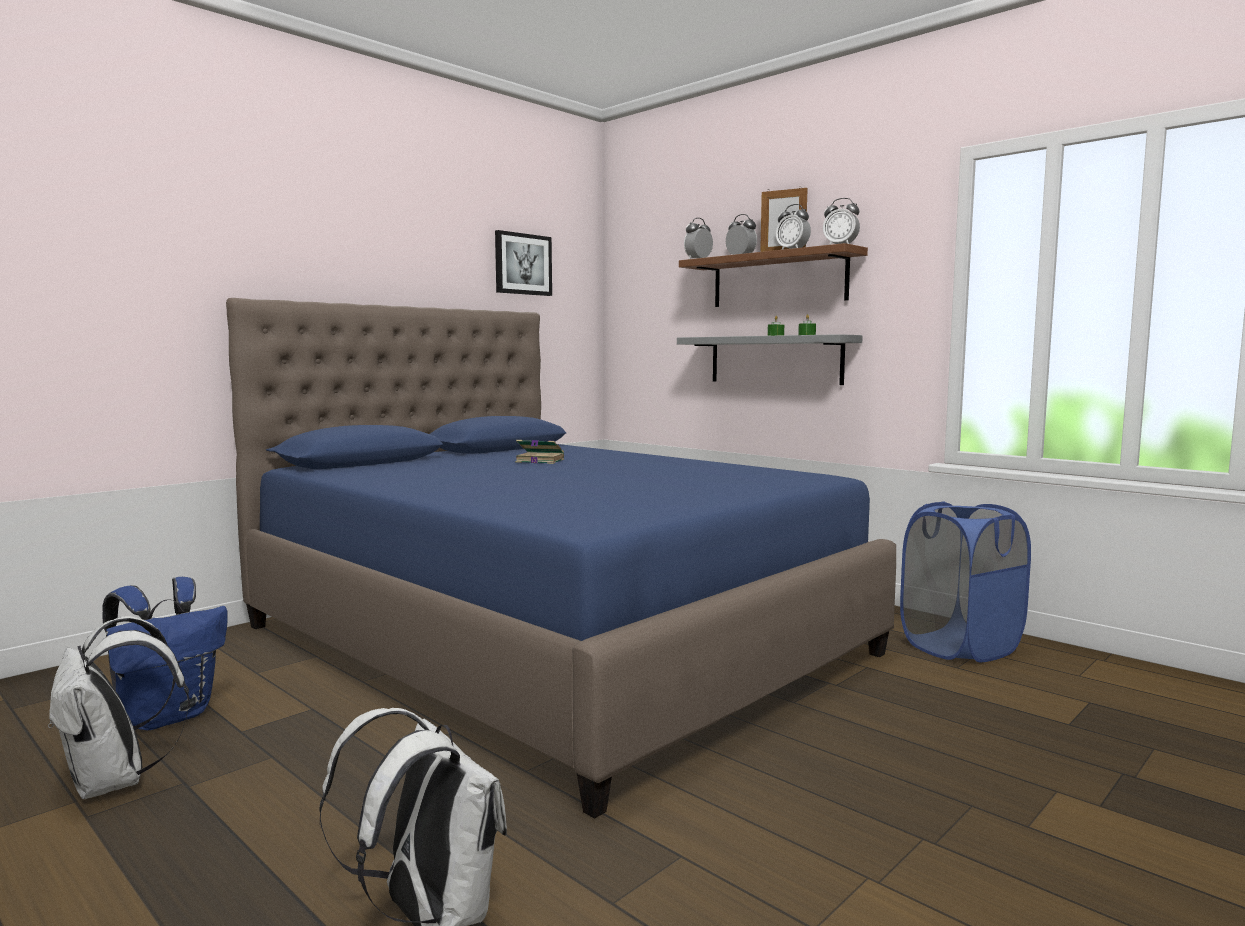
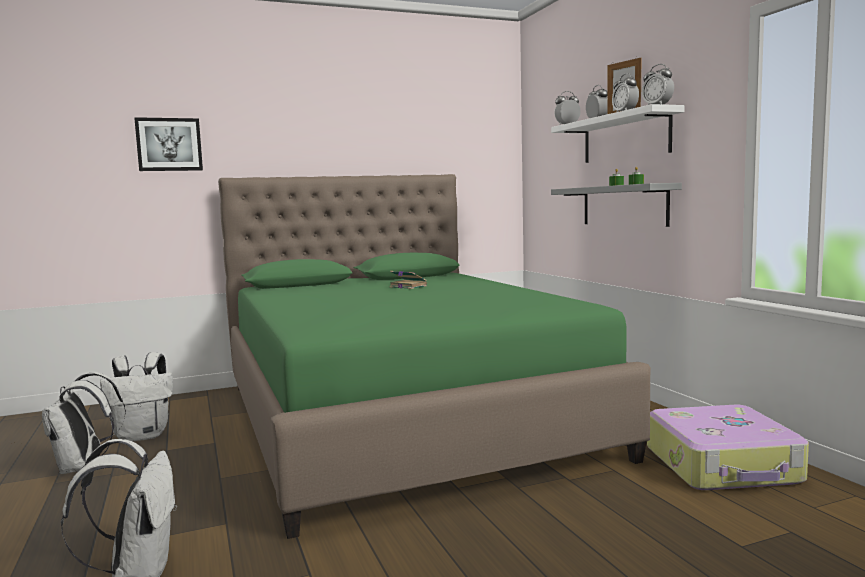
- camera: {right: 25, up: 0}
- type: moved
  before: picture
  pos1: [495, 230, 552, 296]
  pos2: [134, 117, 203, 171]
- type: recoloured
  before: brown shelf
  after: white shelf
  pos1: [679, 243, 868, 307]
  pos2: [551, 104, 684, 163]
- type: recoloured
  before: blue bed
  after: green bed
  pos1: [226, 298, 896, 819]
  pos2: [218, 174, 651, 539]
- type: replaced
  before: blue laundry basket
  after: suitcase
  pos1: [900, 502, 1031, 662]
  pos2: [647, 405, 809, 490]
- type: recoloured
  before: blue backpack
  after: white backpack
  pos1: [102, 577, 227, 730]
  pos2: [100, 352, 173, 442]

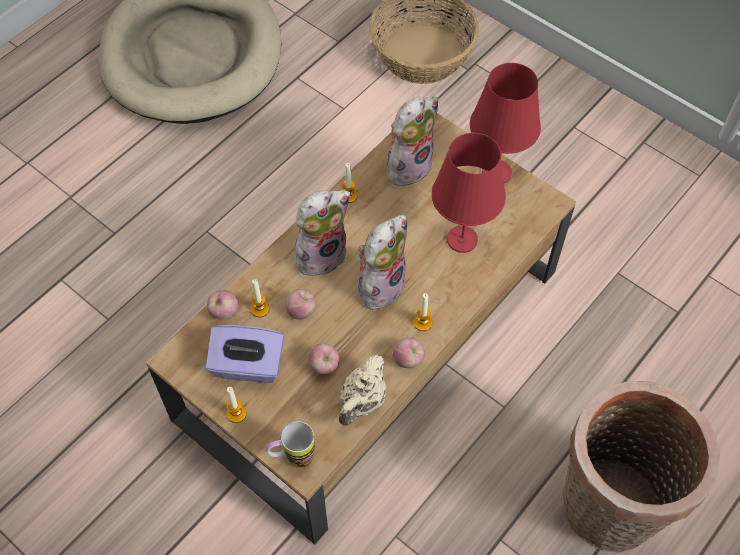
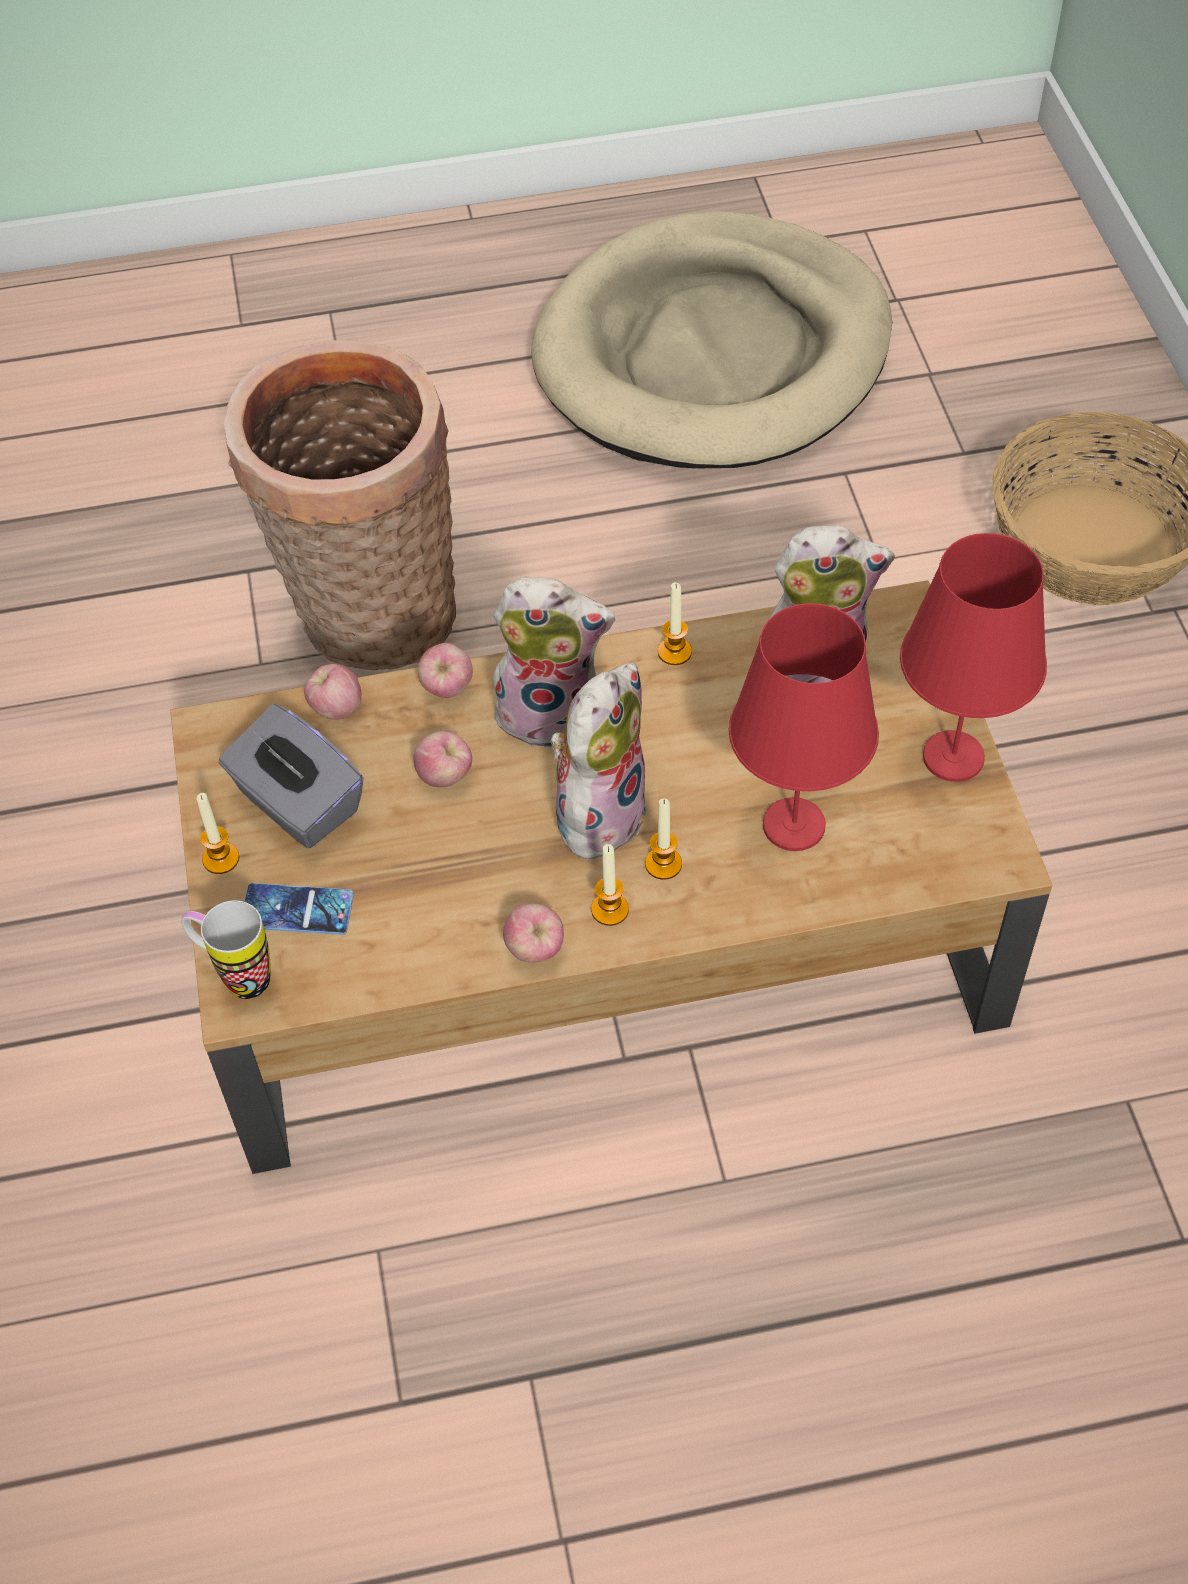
- camera: {right: 40, up: -5}
- type: turned
  before: plush toy
  pos1: [358, 215, 407, 310]
  pos2: [550, 663, 649, 863]
  turn: -45
- type: moved
  before: candle
  pos1: [251, 279, 270, 317]
  pos2: [645, 799, 682, 880]
- type: recoloured
  before: purple tissue box
  after: grey tissue box
  pos1: [206, 325, 284, 383]
  pos2: [219, 704, 364, 848]
- type: moved
  before: apple
  pos1: [308, 344, 339, 374]
  pos2: [418, 643, 473, 698]
- type: removed
  before: beige teapot
  pos1: [339, 355, 386, 426]
- type: moved
  before: basket
  pos1: [562, 381, 720, 553]
  pos2: [224, 340, 456, 670]
- type: added
  after: phone
  pos2: [244, 883, 354, 935]

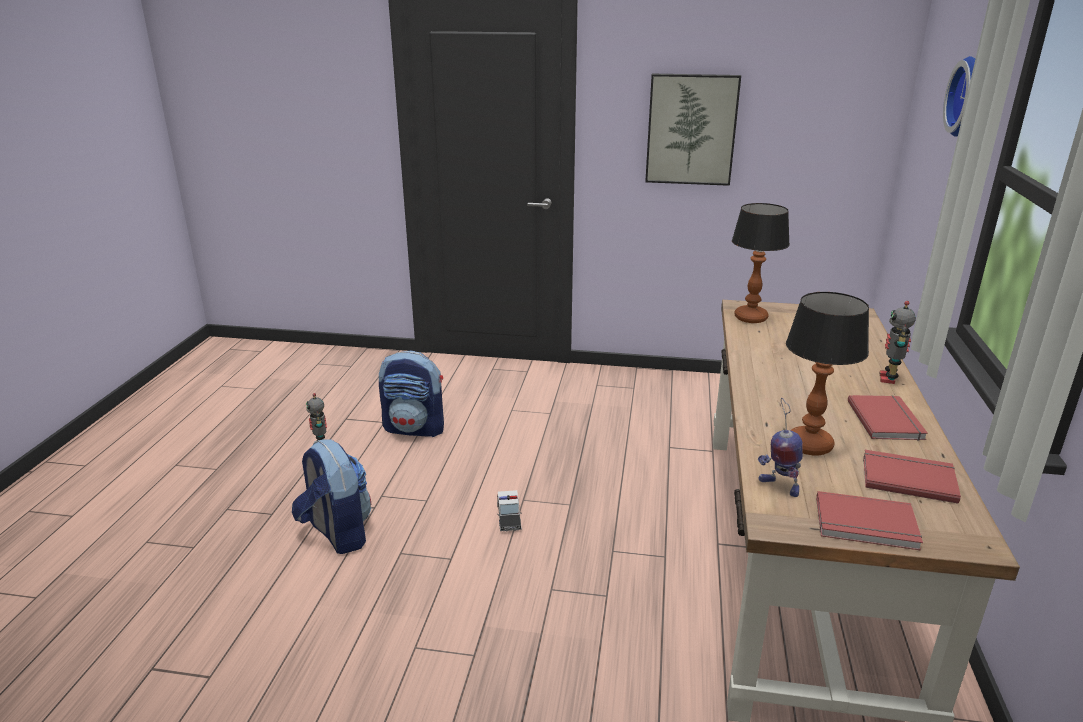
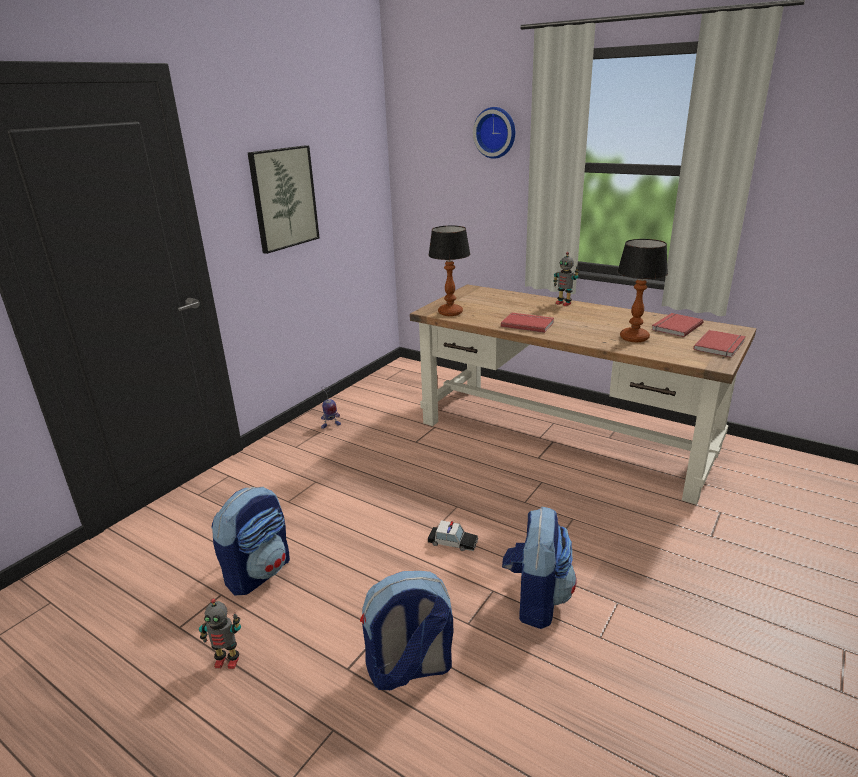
- camera: {right: -65, up: 0}
- type: moved
  before: red book
  pos1: [848, 395, 928, 441]
  pos2: [501, 313, 554, 333]
- type: moved
  before: toy robot
  pos1: [758, 398, 803, 497]
  pos2: [321, 387, 341, 429]
- type: added
  after: backpack
  pos2: [502, 506, 577, 629]

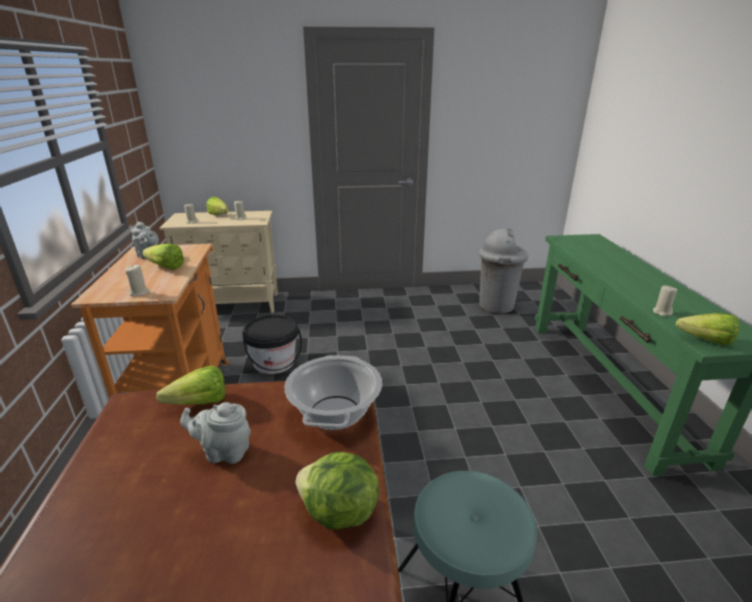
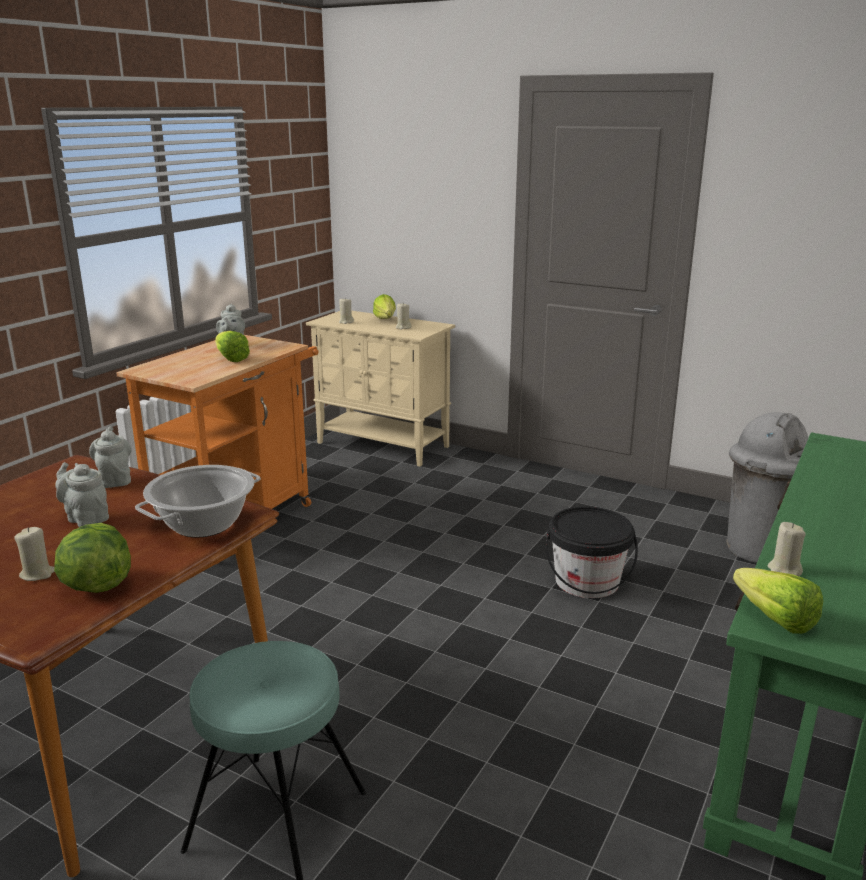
- camera: {right: 35, up: -5}
- type: moved
  before: beige candle
  pos1: [125, 264, 150, 296]
  pos2: [14, 527, 55, 581]
- type: moved
  before: black bucket
  pos1: [242, 315, 302, 374]
  pos2: [546, 506, 638, 598]
- type: replaced
  before: lettuce
  after: grey teapot
  pos1: [156, 366, 225, 405]
  pos2: [89, 427, 132, 488]

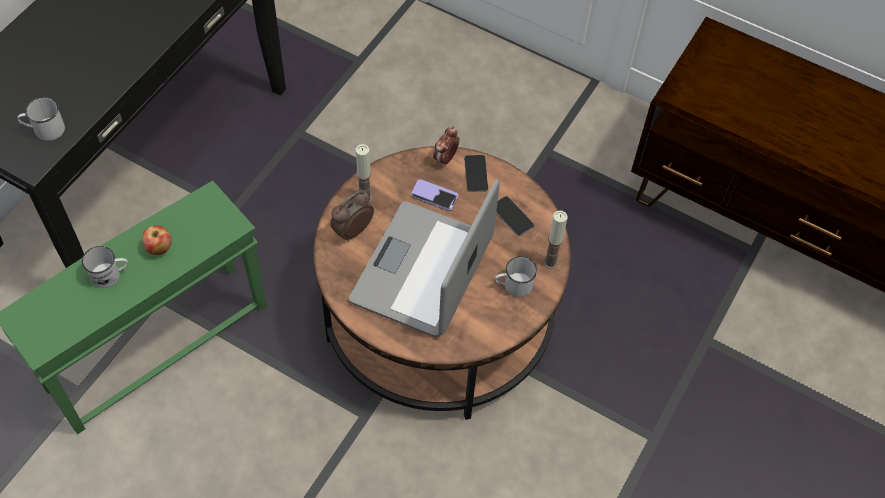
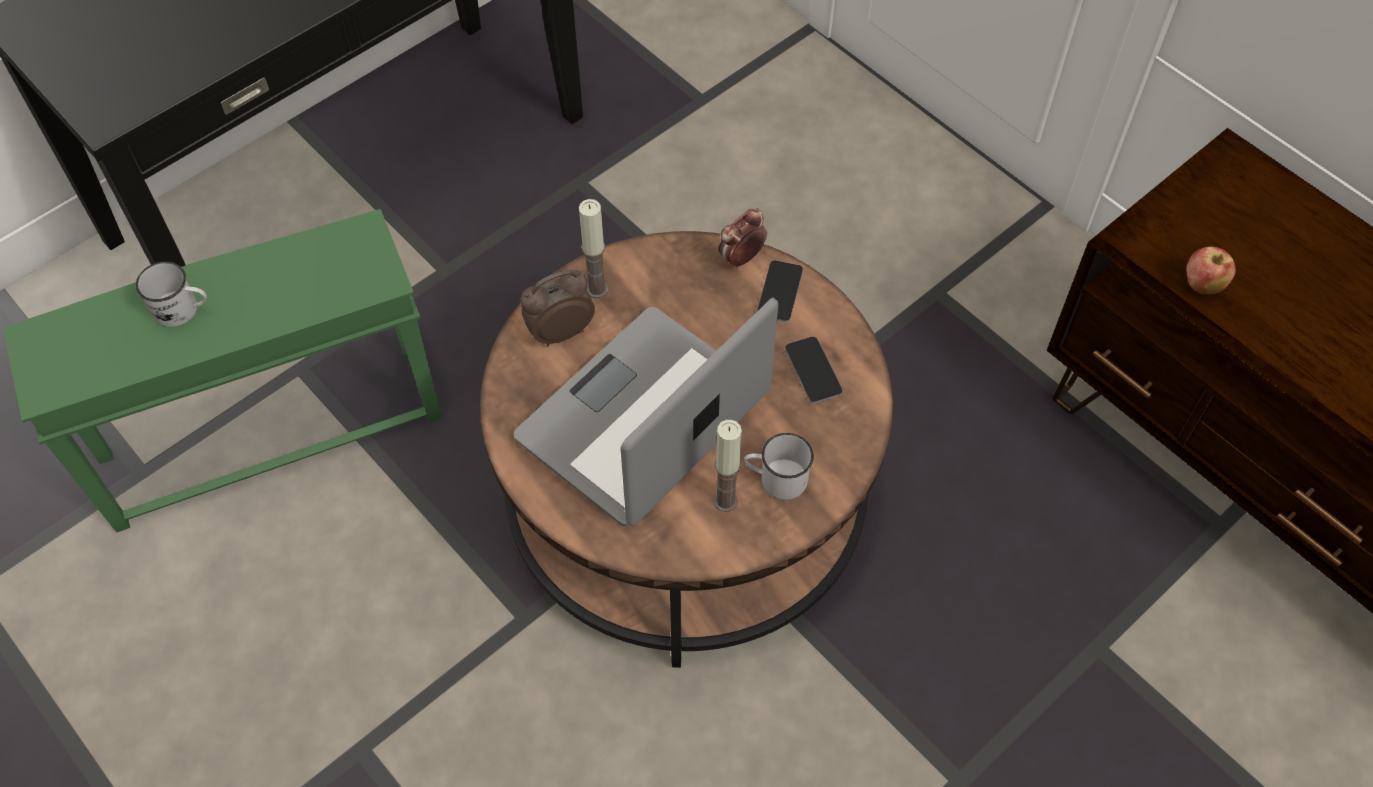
- camera: {right: 20, up: 0}
- type: removed
  before: white mug
  pos1: [17, 97, 65, 141]
- type: removed
  before: phone
  pos1: [411, 179, 458, 211]
- type: moved
  before: candle
  pos1: [543, 210, 567, 269]
  pos2: [714, 420, 742, 512]
- type: moved
  before: apple
  pos1: [142, 225, 172, 255]
  pos2: [1186, 246, 1236, 294]

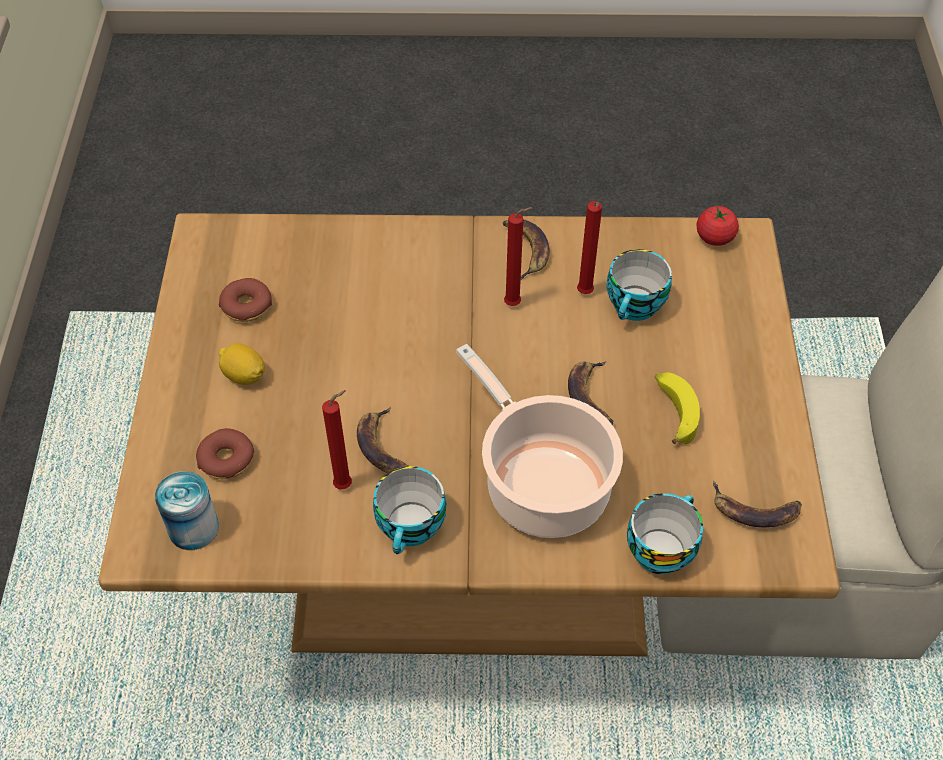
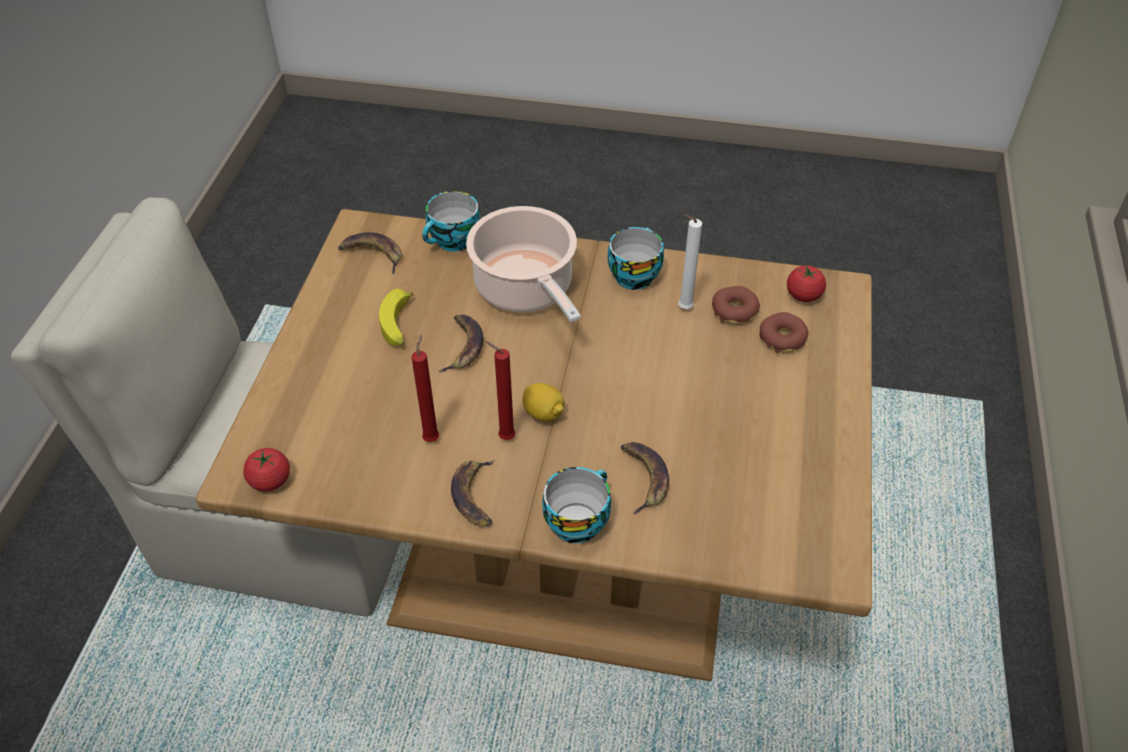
- camera: {right: -170, up: -5}
- type: moved
  before: cup
  pos1: [607, 249, 672, 321]
  pos2: [542, 467, 611, 544]
- type: moved
  before: donut
  pos1: [219, 278, 272, 322]
  pos2: [712, 286, 760, 325]
- type: moved
  before: lemon
  pos1: [218, 343, 265, 385]
  pos2: [522, 383, 564, 422]
- type: recoloured
  before: red candle
  after: white candle
  pos1: [322, 390, 352, 489]
  pos2: [678, 214, 702, 309]
- type: moved
  before: banana
  pos1: [357, 407, 408, 473]
  pos2: [621, 442, 669, 514]
- type: replaced
  before: can
  after: tomato
  pos1: [155, 471, 219, 550]
  pos2: [787, 265, 826, 302]

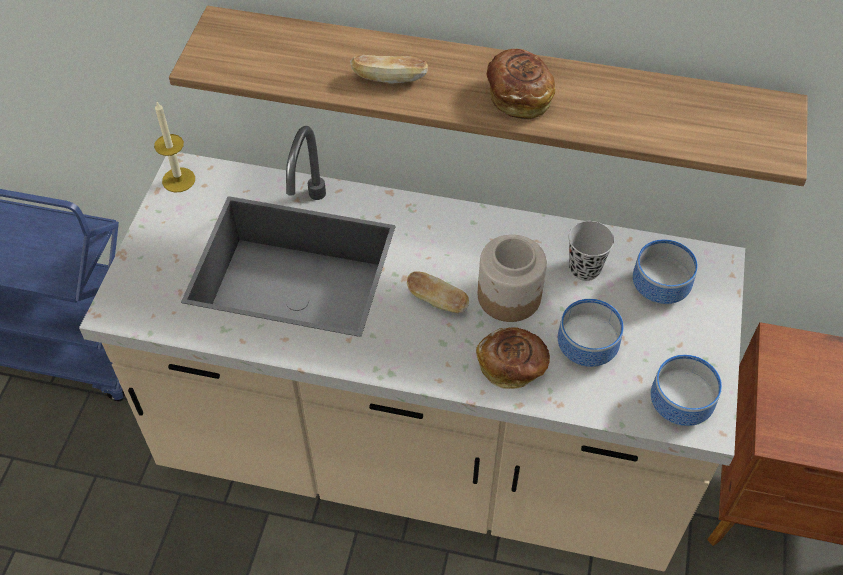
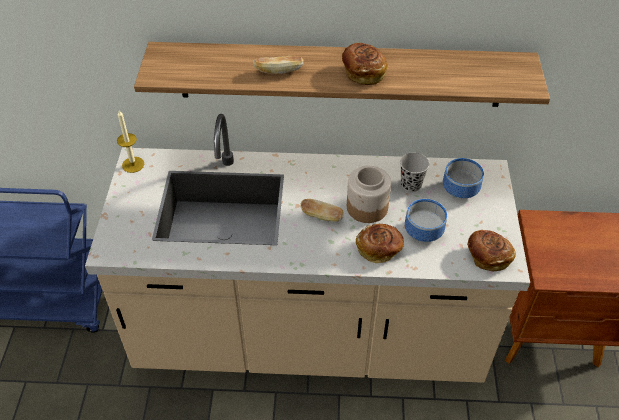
- camera: {right: -10, up: -5}
- type: replaced
  before: bowl
  after: bread
  pos1: [651, 355, 722, 426]
  pos2: [468, 230, 516, 272]

